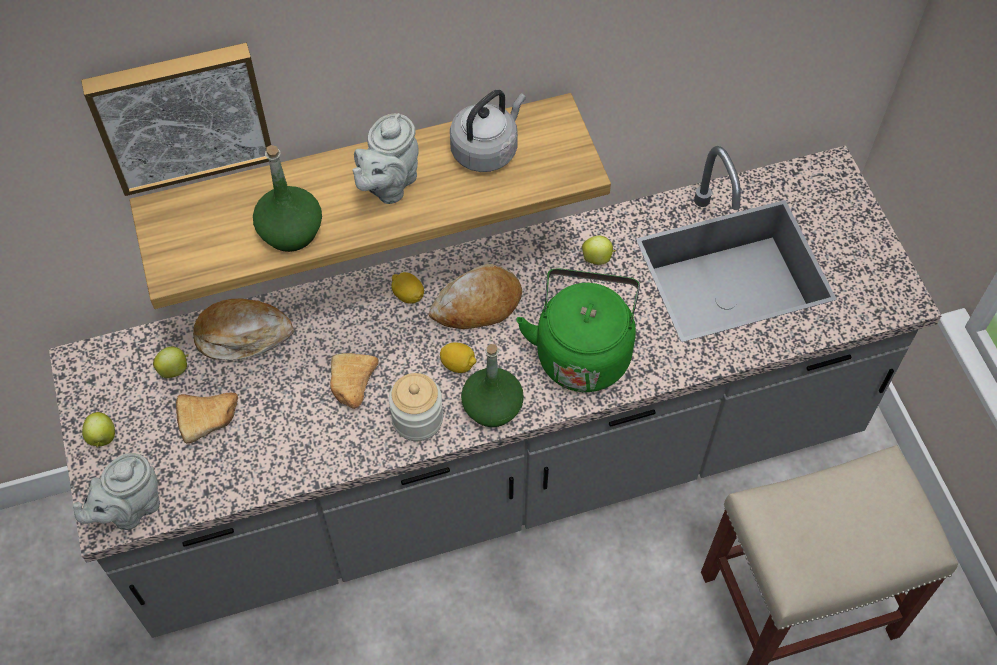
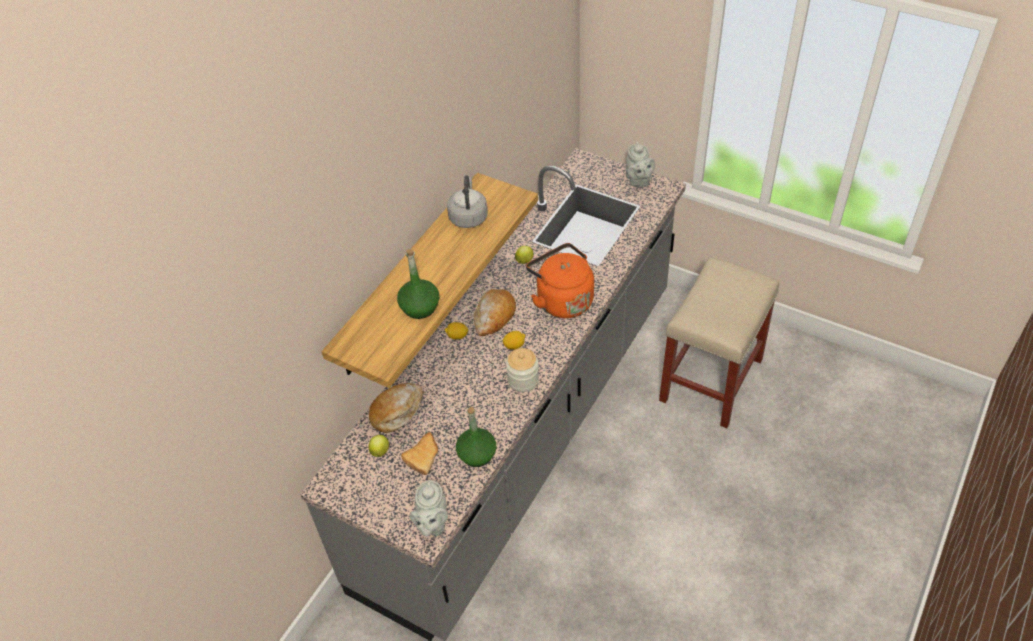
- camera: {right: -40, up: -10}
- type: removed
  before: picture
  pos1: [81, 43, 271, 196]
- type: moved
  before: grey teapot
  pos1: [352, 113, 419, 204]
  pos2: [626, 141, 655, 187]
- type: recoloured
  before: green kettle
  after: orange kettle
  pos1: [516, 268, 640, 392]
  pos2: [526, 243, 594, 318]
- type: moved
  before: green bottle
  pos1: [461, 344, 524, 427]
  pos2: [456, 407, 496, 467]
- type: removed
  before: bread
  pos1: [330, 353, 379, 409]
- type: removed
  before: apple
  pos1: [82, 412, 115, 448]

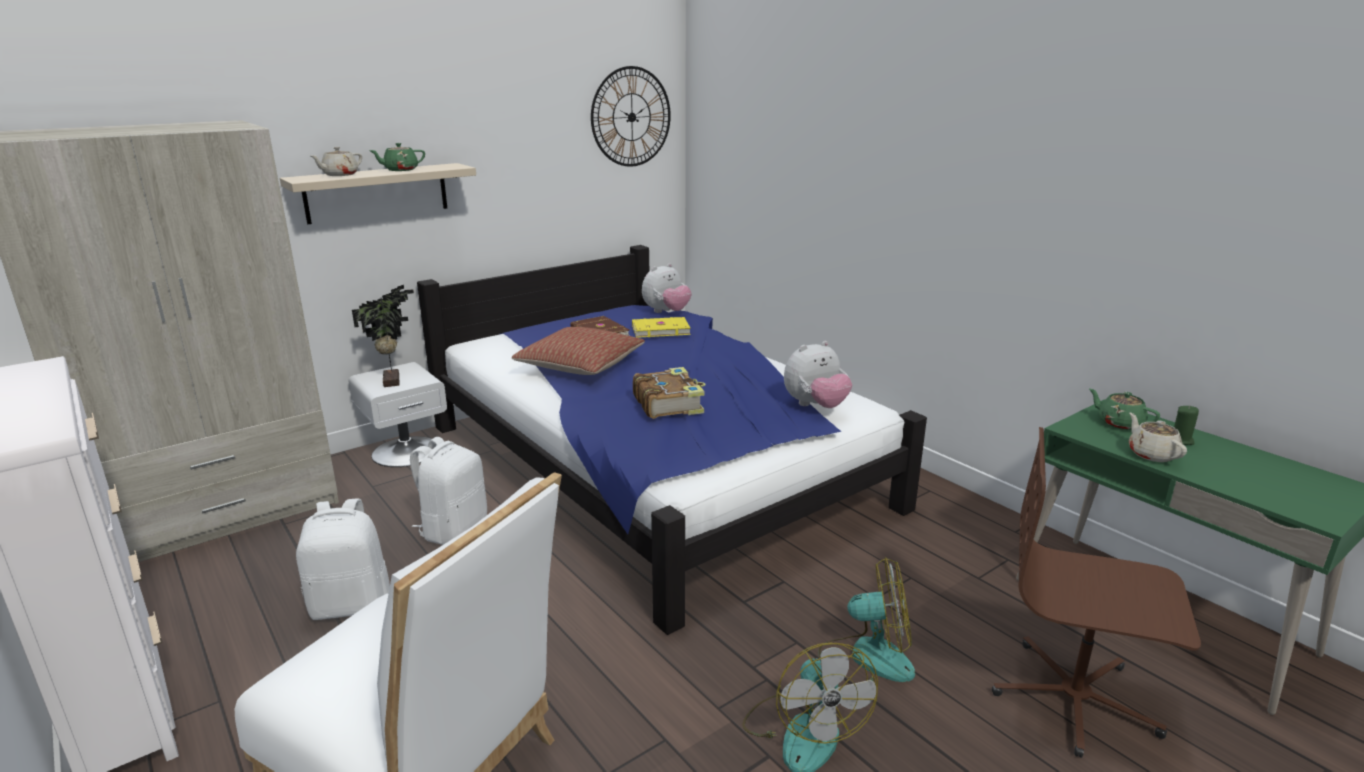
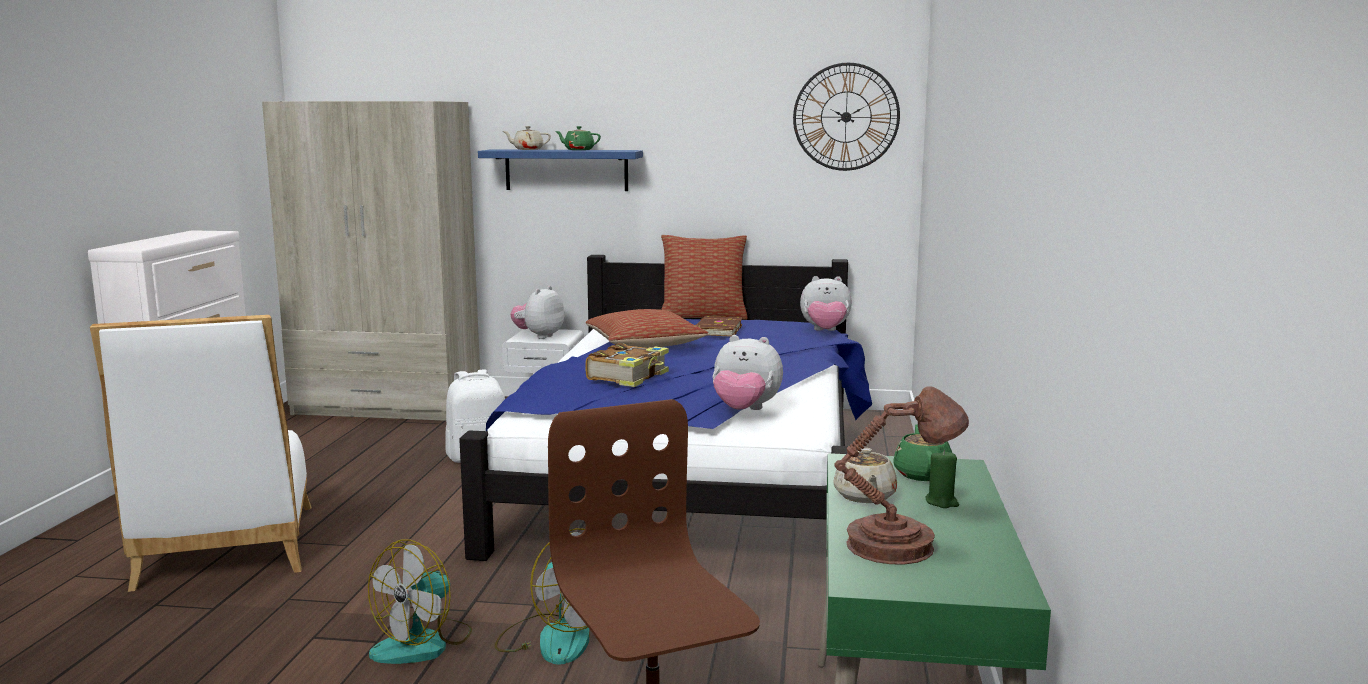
- camera: {right: 45, up: -10}
- type: recoloured
  before: beige shelf
  after: blue shelf
  pos1: [280, 163, 476, 224]
  pos2: [478, 149, 643, 191]
- type: replaced
  before: potted plant
  after: plush toy
  pos1: [352, 285, 414, 387]
  pos2: [510, 286, 564, 339]
- type: removed
  before: yellow book
  pos1: [632, 317, 690, 338]
- type: turned
  before: beige teapot
  pos1: [1129, 413, 1187, 462]
  pos2: [833, 448, 897, 503]
  turn: 150
- type: removed
  before: white backpack
  pos1: [296, 498, 390, 620]
- type: added
  after: pillow
  pos2: [661, 235, 748, 320]
- type: added
  after: brown table lamp
  pos2: [835, 386, 969, 564]

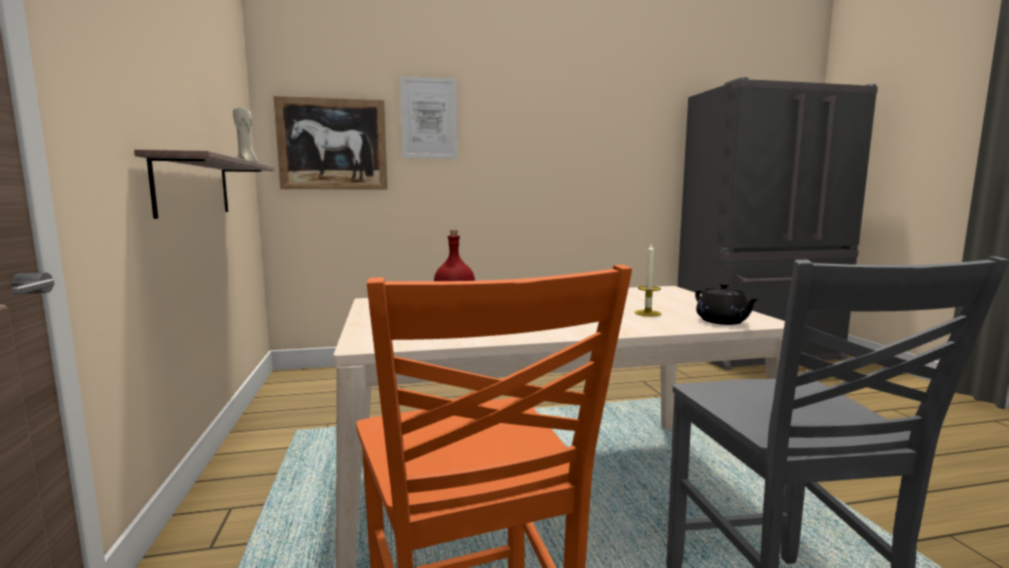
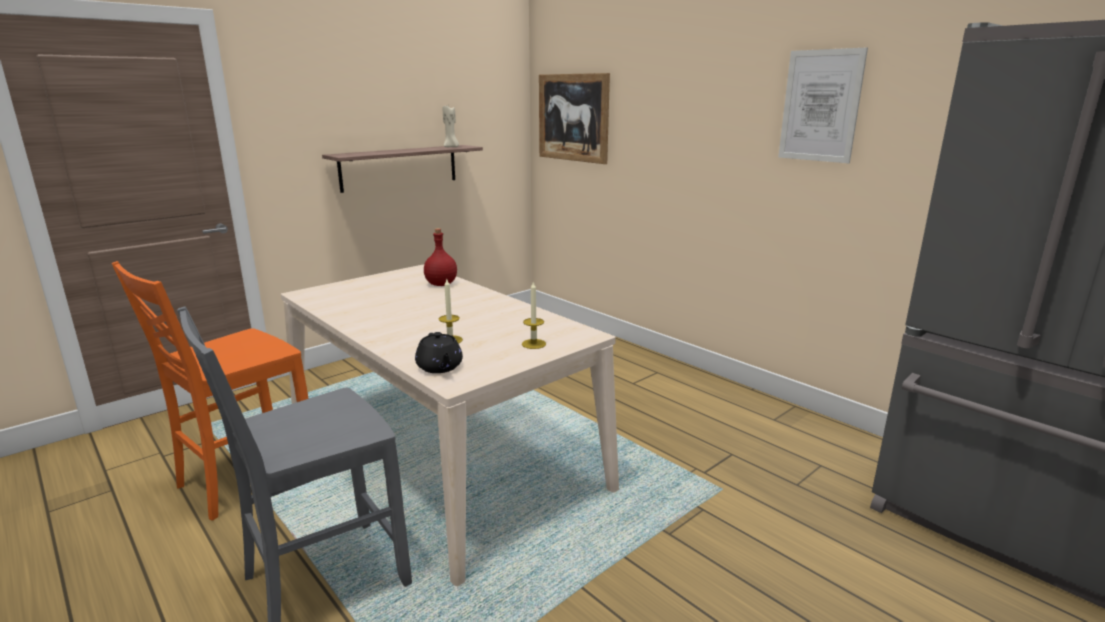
- camera: {right: 60, up: 10}
- type: moved
  before: picture
  pos1: [400, 76, 458, 159]
  pos2: [778, 48, 868, 163]
- type: turned
  before: black teapot
  pos1: [695, 283, 760, 325]
  pos2: [415, 332, 463, 373]
  turn: -60
- type: added
  after: candle
  pos2: [522, 282, 546, 349]

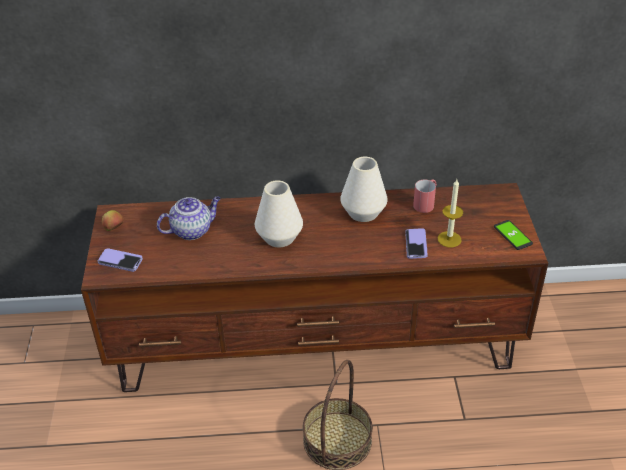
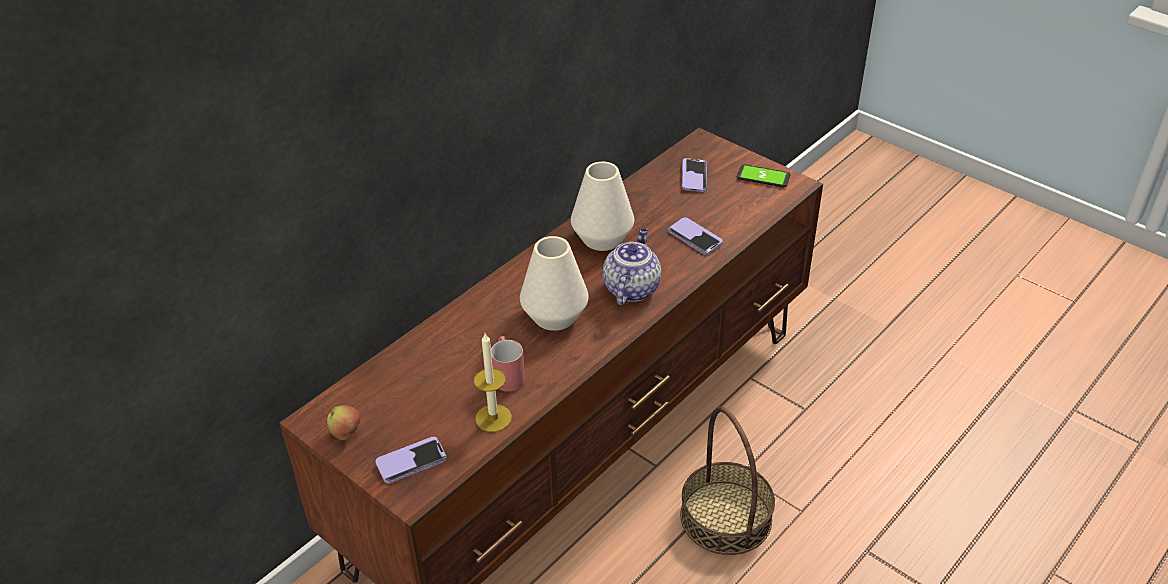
- camera: {right: -45, up: 0}
- type: moved
  before: red mug
  pos1: [413, 179, 437, 213]
  pos2: [491, 336, 525, 391]
- type: moved
  before: candle
  pos1: [438, 179, 463, 247]
  pos2: [474, 333, 512, 432]
- type: moved
  before: teapot
  pos1: [157, 197, 221, 240]
  pos2: [603, 228, 661, 305]
- type: added
  after: phone
  pos2: [682, 158, 707, 192]

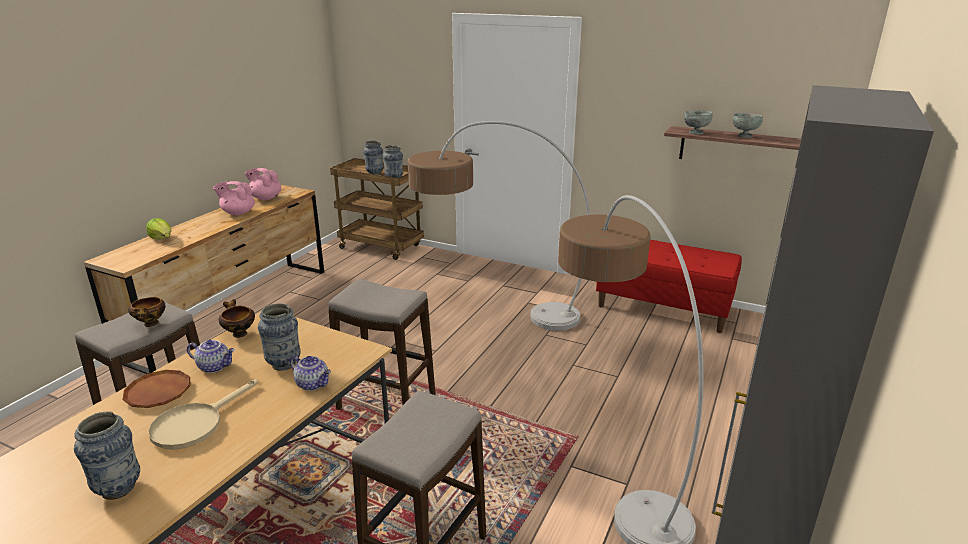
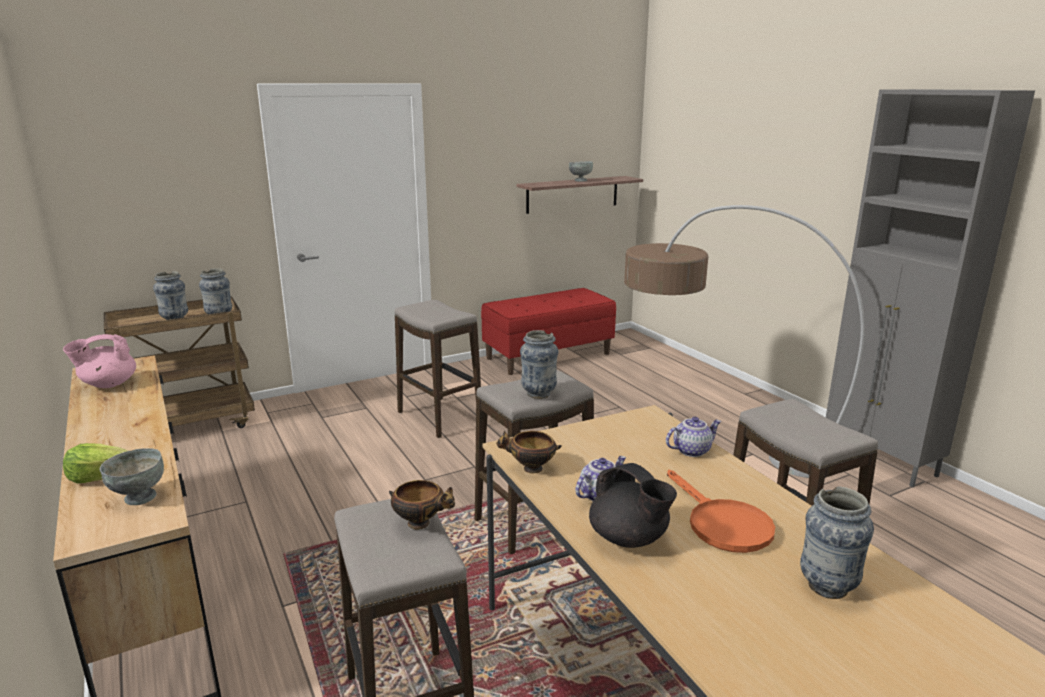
- camera: {right: -55, up: -5}
- type: moved
  before: grey bowl
  pos1: [684, 110, 713, 135]
  pos2: [100, 448, 164, 505]
- type: replaced
  before: floor lamp
  after: stool
  pos1: [408, 121, 590, 331]
  pos2: [395, 300, 481, 438]
- type: removed
  before: pink teapot
  pos1: [213, 181, 255, 215]
- type: moved
  before: vase
  pos1: [258, 303, 301, 371]
  pos2: [520, 330, 558, 399]
- type: replaced
  before: brown plate
  after: black teapot
  pos1: [122, 370, 190, 408]
  pos2: [589, 463, 677, 548]
- type: recoloured
  before: beige frying pan
  after: orange frying pan
  pos1: [148, 379, 258, 450]
  pos2: [667, 470, 775, 553]

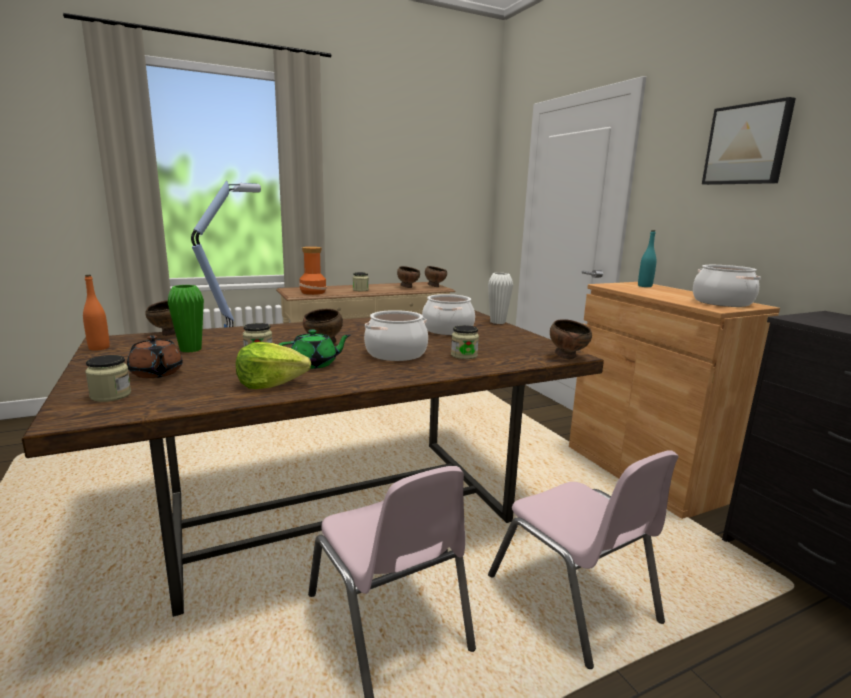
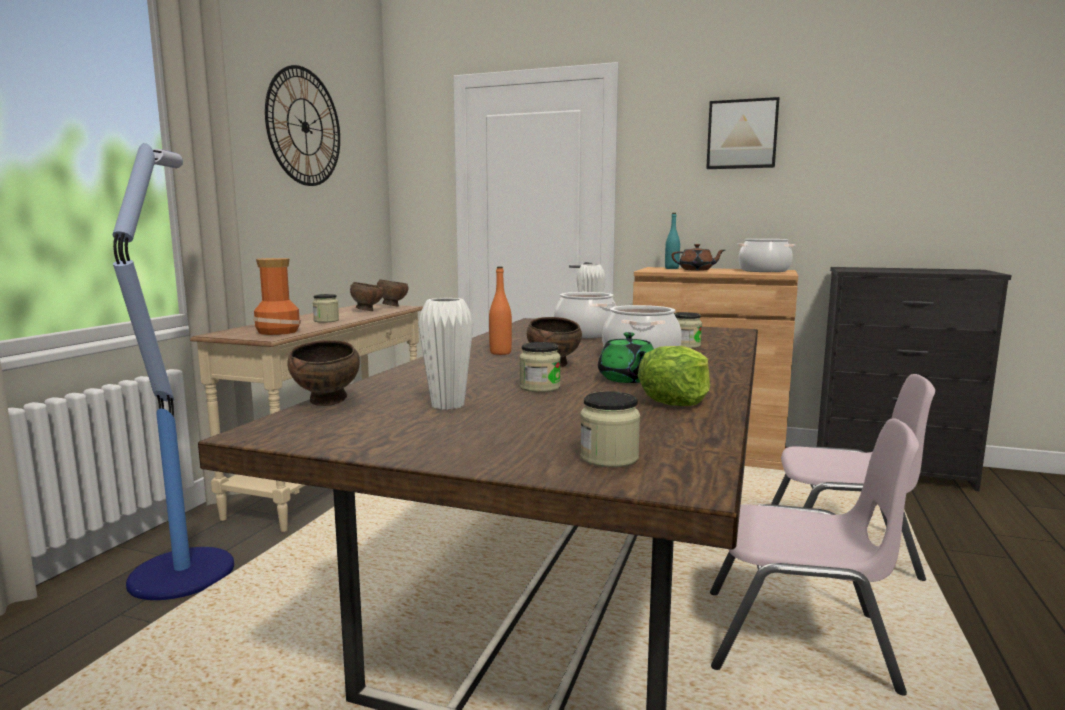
- camera: {right: -45, up: -5}
- type: moved
  before: orange bottle
  pos1: [83, 275, 110, 351]
  pos2: [489, 267, 512, 355]
- type: recoloured
  before: green vase
  after: white vase
  pos1: [168, 285, 204, 352]
  pos2: [418, 298, 474, 410]
- type: removed
  before: brown bowl
  pos1: [550, 319, 592, 359]
- type: turned
  before: green teapot
  pos1: [278, 329, 351, 369]
  pos2: [598, 332, 654, 383]
  turn: 150
- type: moved
  before: brown teapot
  pos1: [127, 335, 183, 378]
  pos2: [672, 244, 725, 271]
- type: added
  after: wall clock
  pos2: [265, 65, 340, 186]

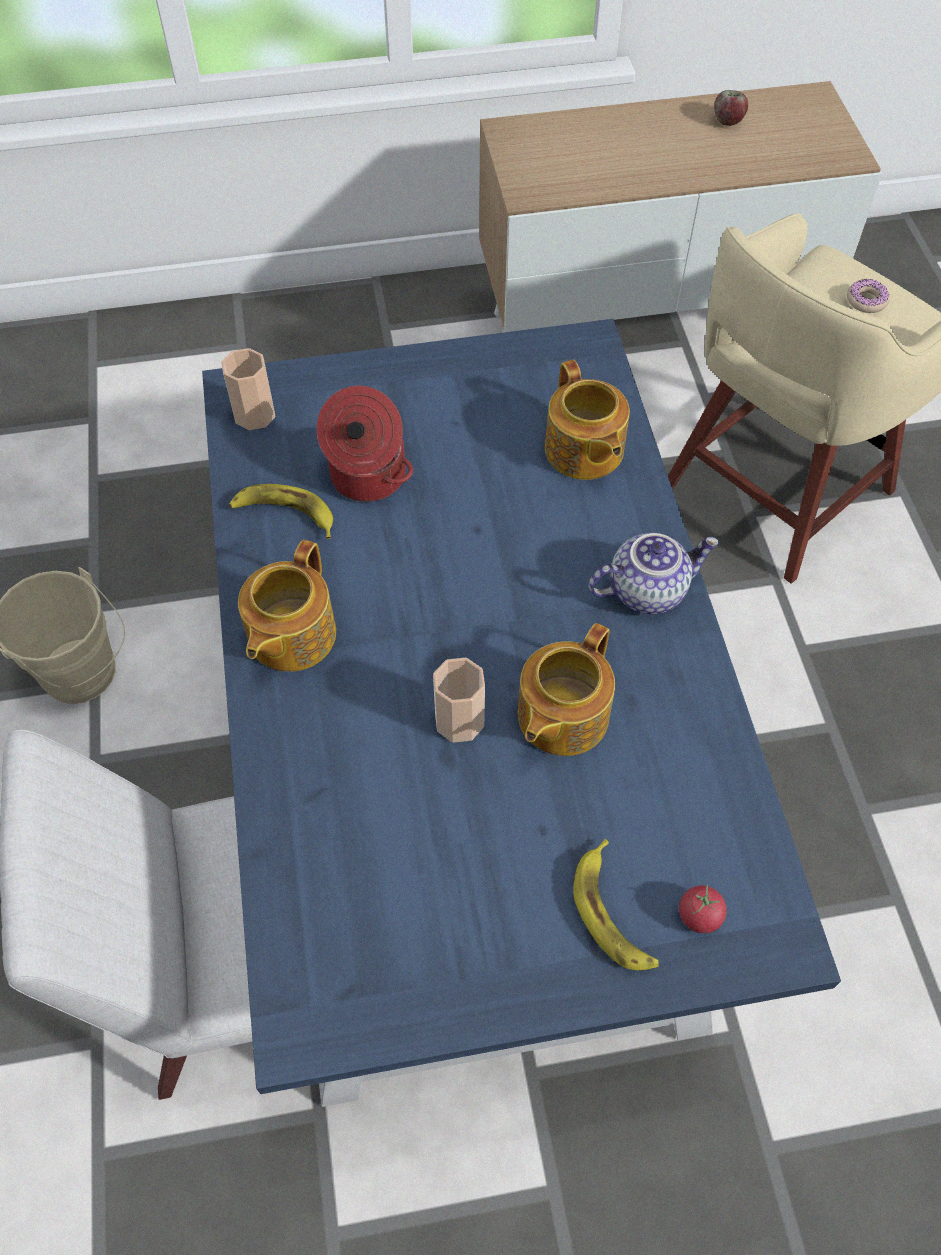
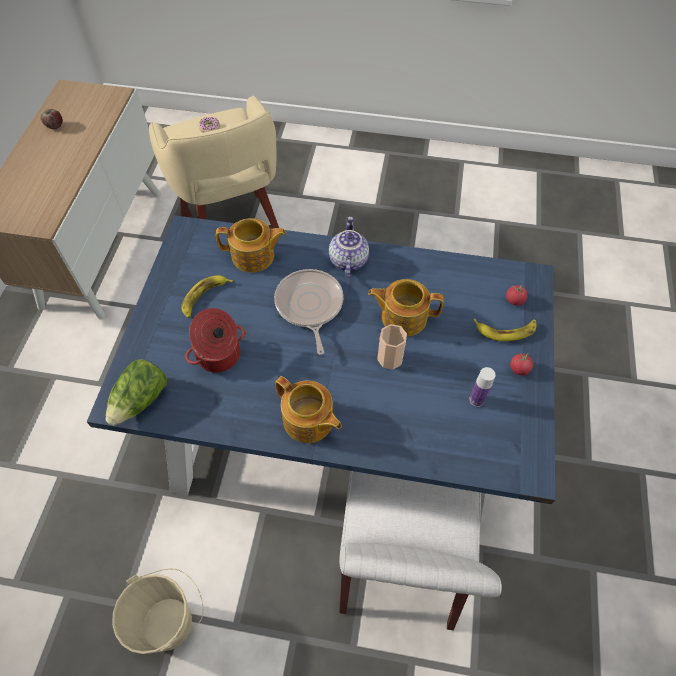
- camera: {right: -70, up: 0}
- type: replaced
  before: cup
  after: lettuce
  pos1: [221, 348, 276, 430]
  pos2: [106, 359, 167, 426]
- type: moved
  before: banana
  pos1: [229, 484, 333, 539]
  pos2: [182, 275, 233, 318]
- type: turned
  before: teapot
  pos1: [518, 623, 615, 756]
  pos2: [368, 279, 443, 337]
  turn: 135
- type: added
  after: frying pan
  pos2: [274, 269, 344, 355]
- type: added
  after: tomato
  pos2: [510, 353, 533, 376]
- type: added
  after: bottle
  pos2: [469, 367, 496, 407]

